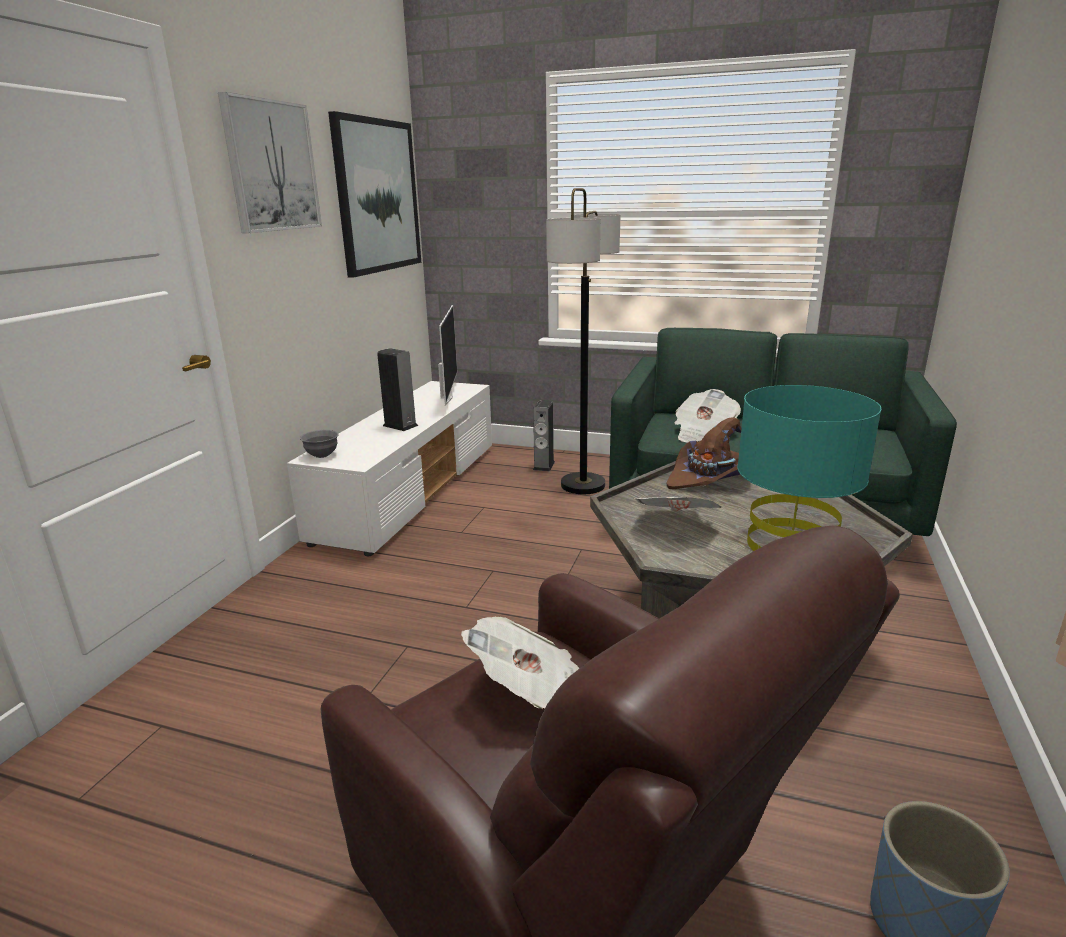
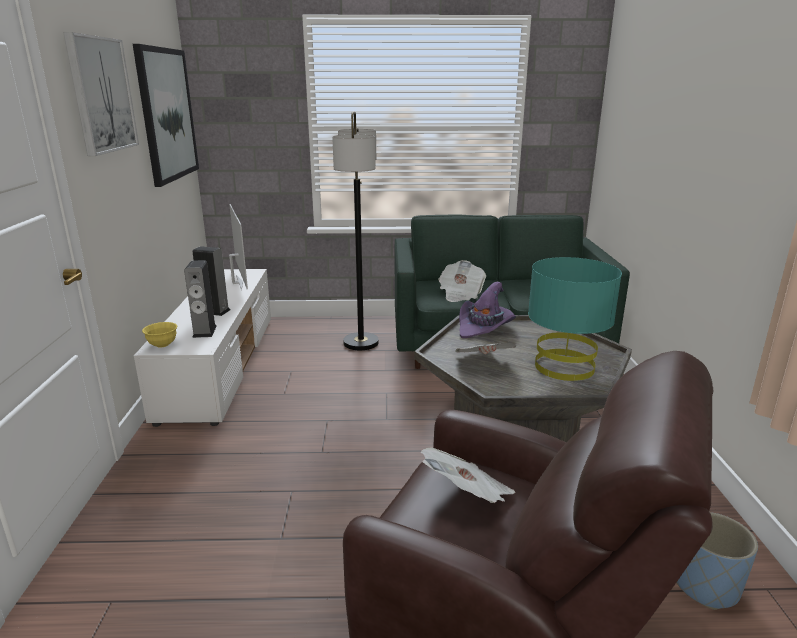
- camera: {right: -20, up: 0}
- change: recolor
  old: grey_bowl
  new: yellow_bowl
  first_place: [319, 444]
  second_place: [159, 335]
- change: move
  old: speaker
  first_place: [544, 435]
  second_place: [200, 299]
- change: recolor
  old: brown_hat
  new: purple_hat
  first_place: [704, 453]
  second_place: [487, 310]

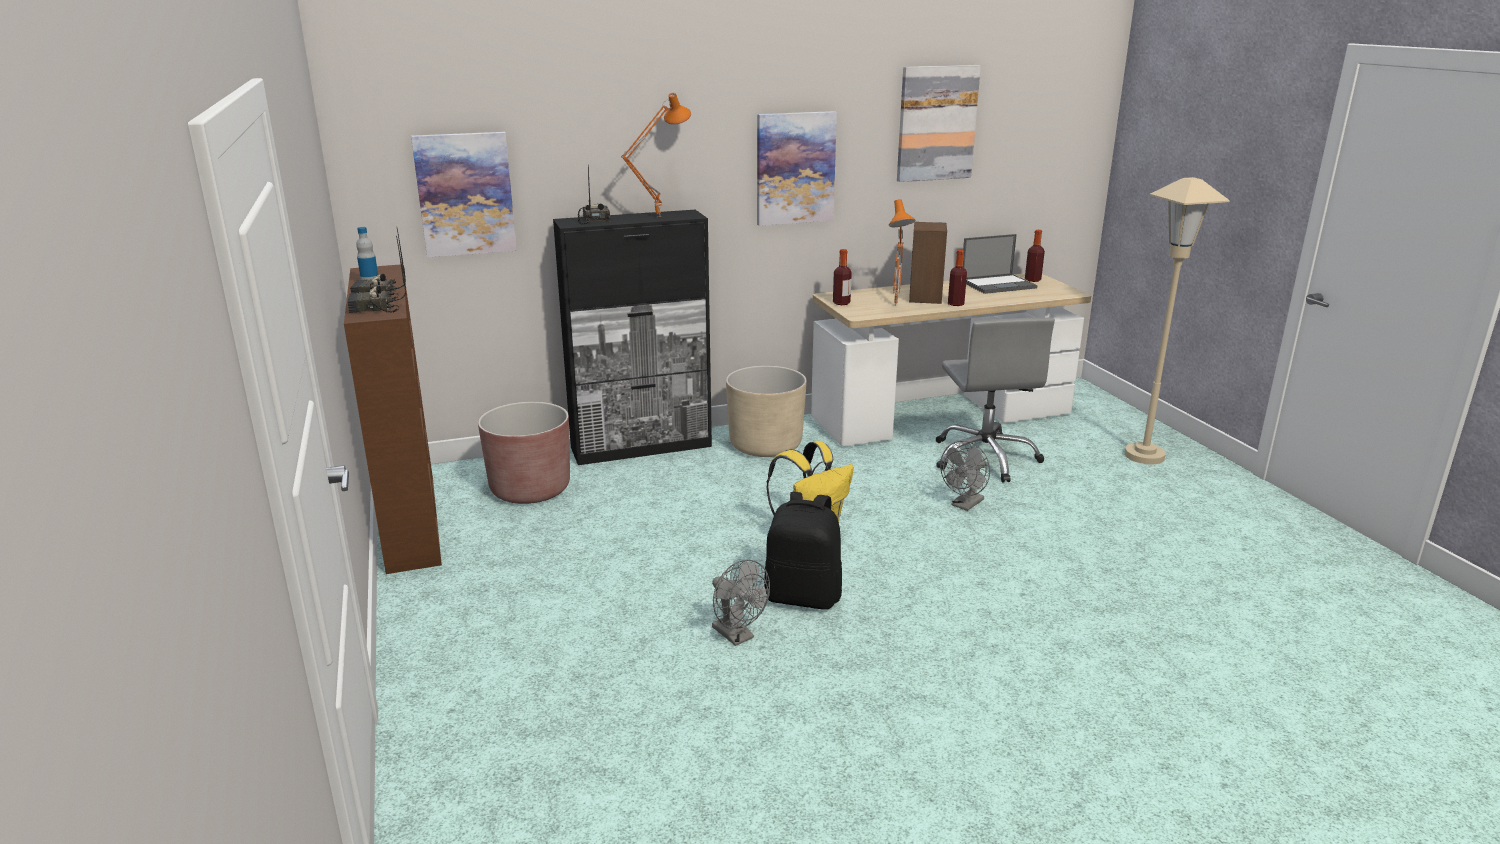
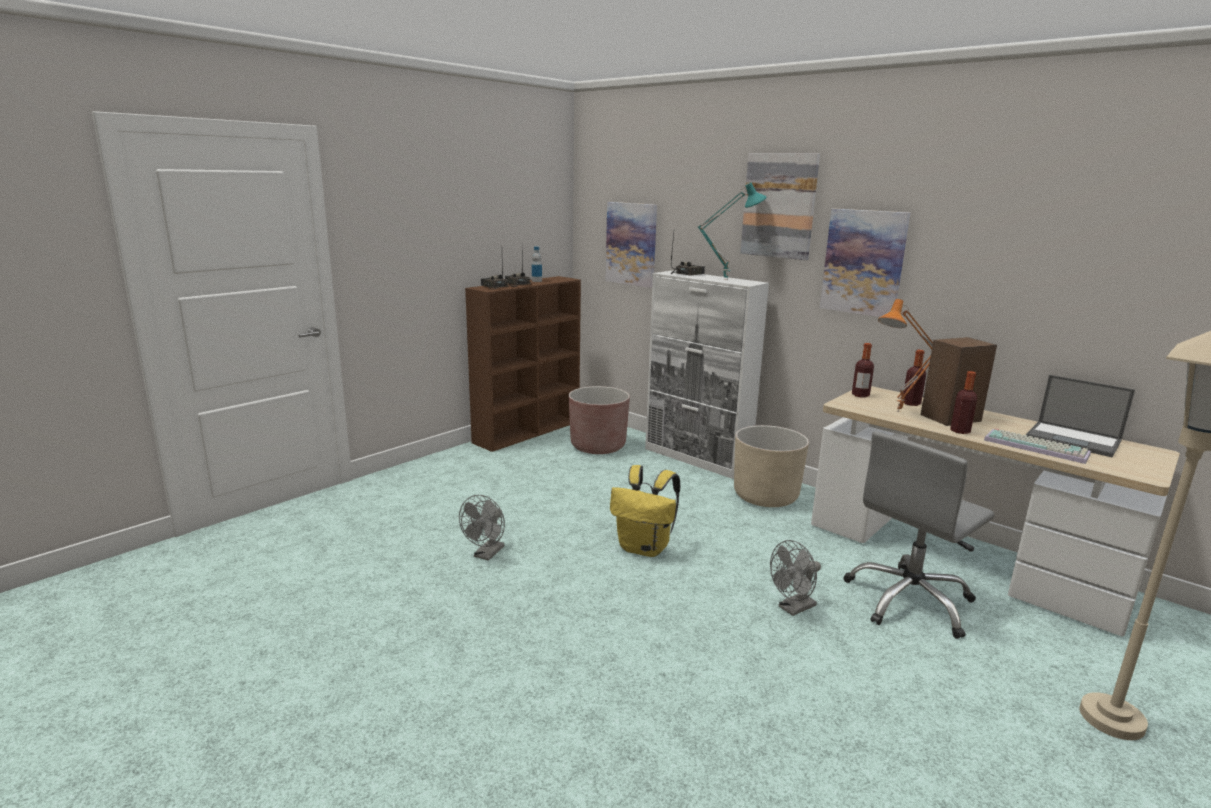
- camera: {right: 60, up: -5}
- change: recolor
  old: black_cabinet
  new: white_cabinet
  first_place: [632, 337]
  second_place: [707, 374]
- change: recolor
  old: orange_table_lamp
  new: turquoise_table_lamp
  first_place: [656, 155]
  second_place: [732, 230]
- change: move
  old: picture
  first_place: [939, 123]
  second_place: [780, 206]
- change: rotate
  old: grey_fan
  first_place: [965, 476]
  second_place: [795, 578]
  degrees: -45
- change: move
  old: bottle
  first_place: [1035, 256]
  second_place: [914, 378]
- change: insert
  new: keyboard
  second_place: [1037, 446]
- change: delete
  old: black_backpack
  first_place: [803, 551]

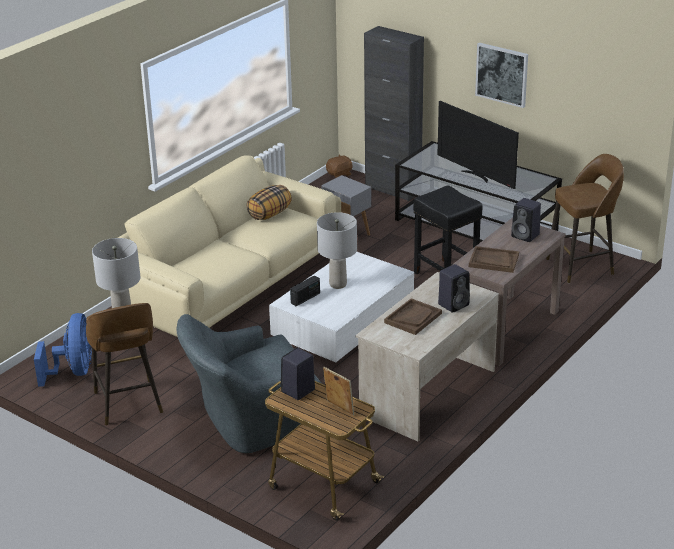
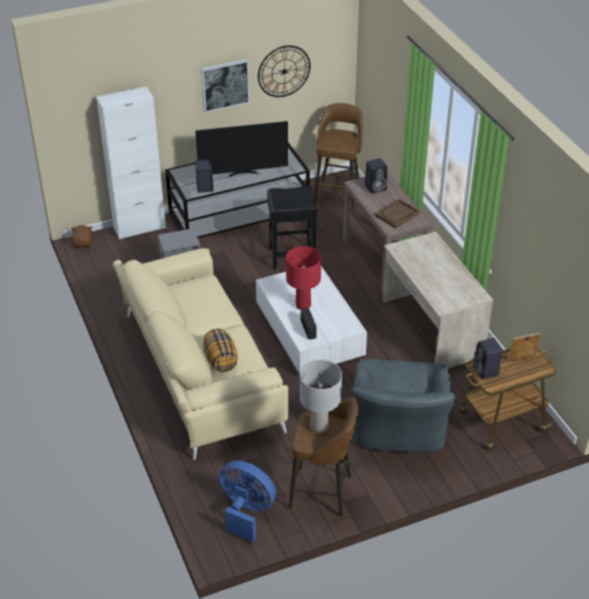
- camera: {right: -60, up: 10}
- change: recolor
  old: black_cabinet
  new: white_cabinet
  first_place: [394, 113]
  second_place: [131, 163]
- change: move
  old: black_speaker
  first_place: [454, 288]
  second_place: [204, 176]
- change: move
  old: pillow
  first_place: [269, 202]
  second_place: [220, 350]
- change: insert
  new: wall_clock
  second_place: [284, 71]
- change: recolor
  old: grey_table_lamp
  new: red_table_lamp
  first_place: [337, 250]
  second_place: [303, 278]
- change: delete
  old: brown_tray
  first_place: [413, 316]

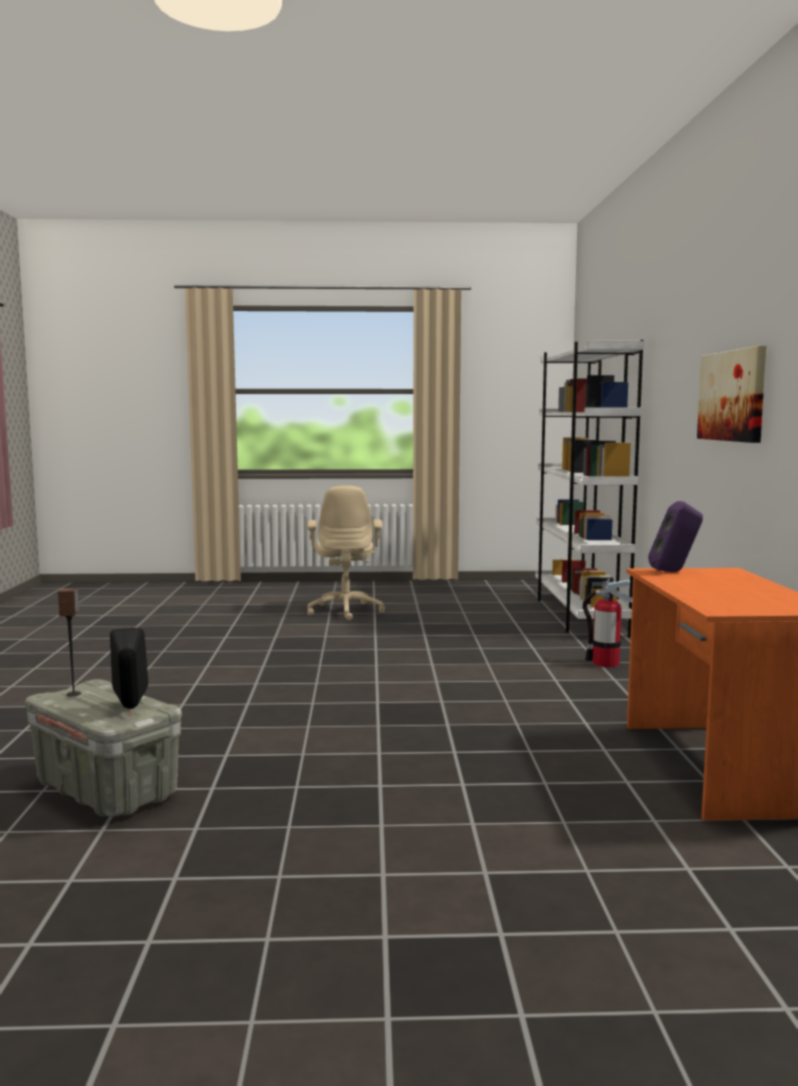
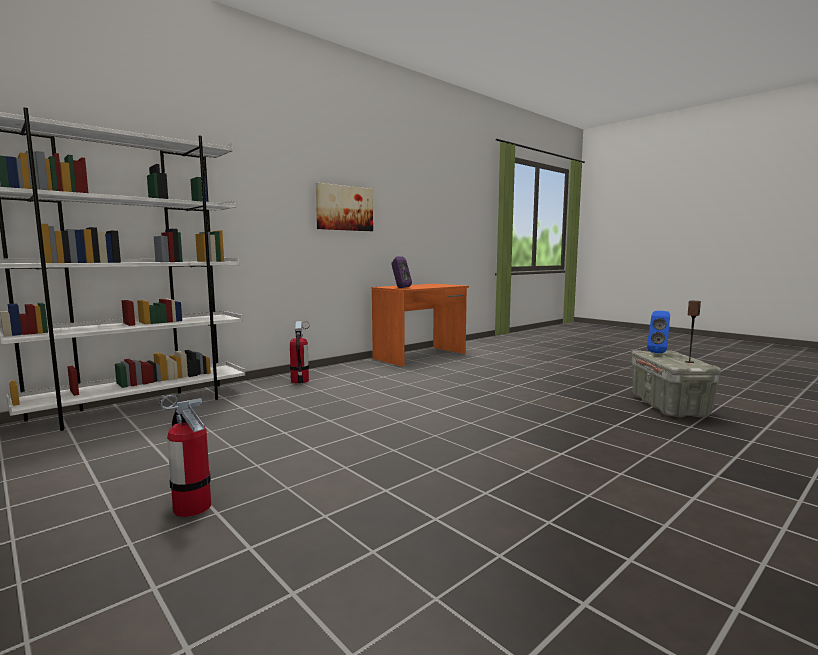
- camera: {right: -130, up: 0}
- change: replace
  old: beige_office_chair
  new: fire_extinguisher
  first_place: [346, 553]
  second_place: [185, 456]
- change: recolor
  old: black_speaker
  new: blue_speaker
  first_place: [129, 668]
  second_place: [658, 332]

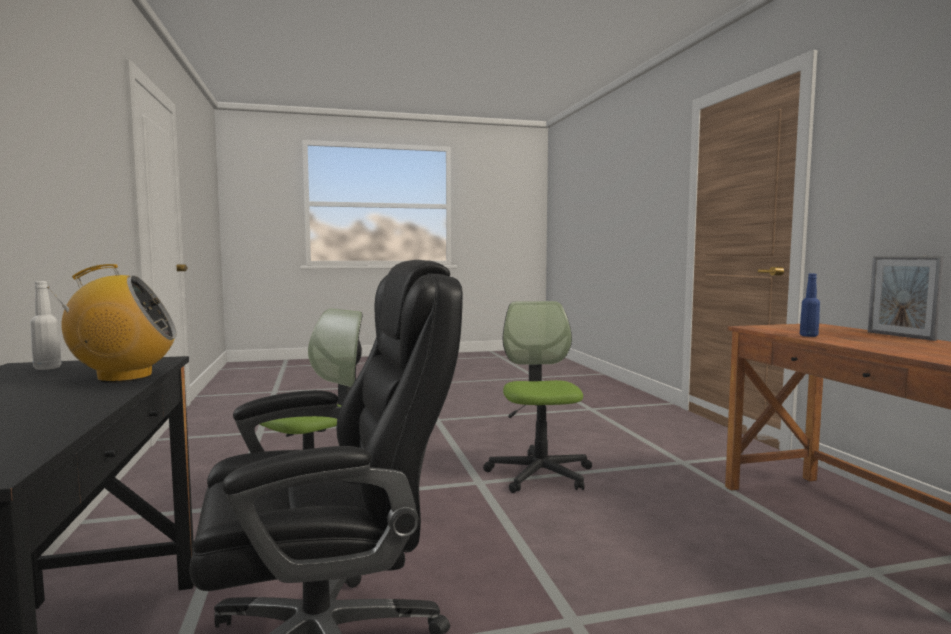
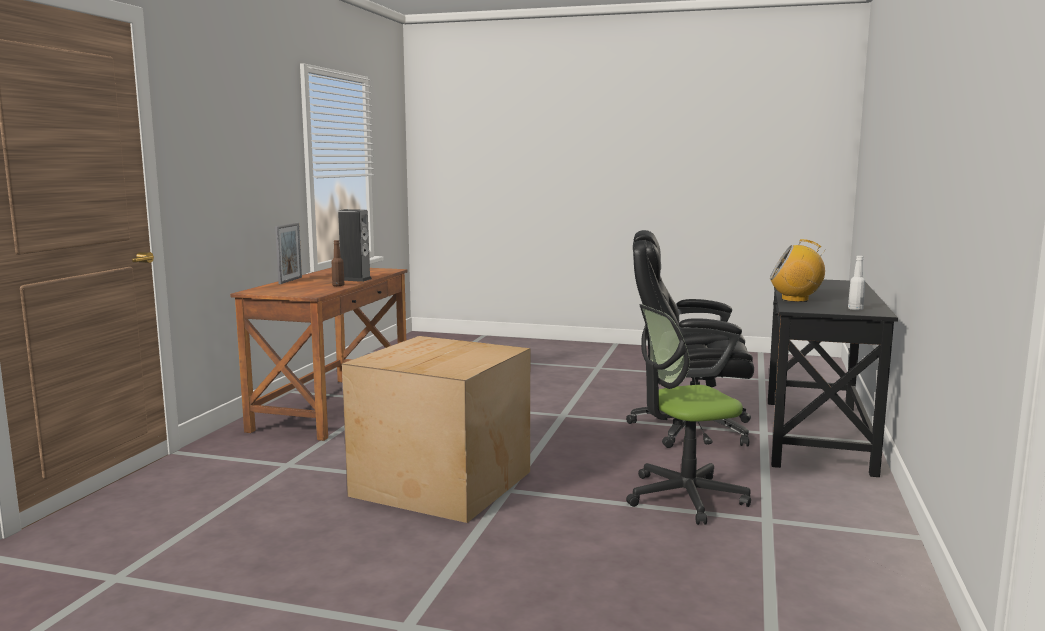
- camera: {right: -150, up: 5}
- change: recolor
  old: blue_bottle
  new: brown_bottle
  first_place: [810, 305]
  second_place: [338, 263]
- change: insert
  new: speaker
  second_place: [355, 245]
- change: replace
  old: office_chair
  new: cardboard_box
  first_place: [537, 397]
  second_place: [436, 429]

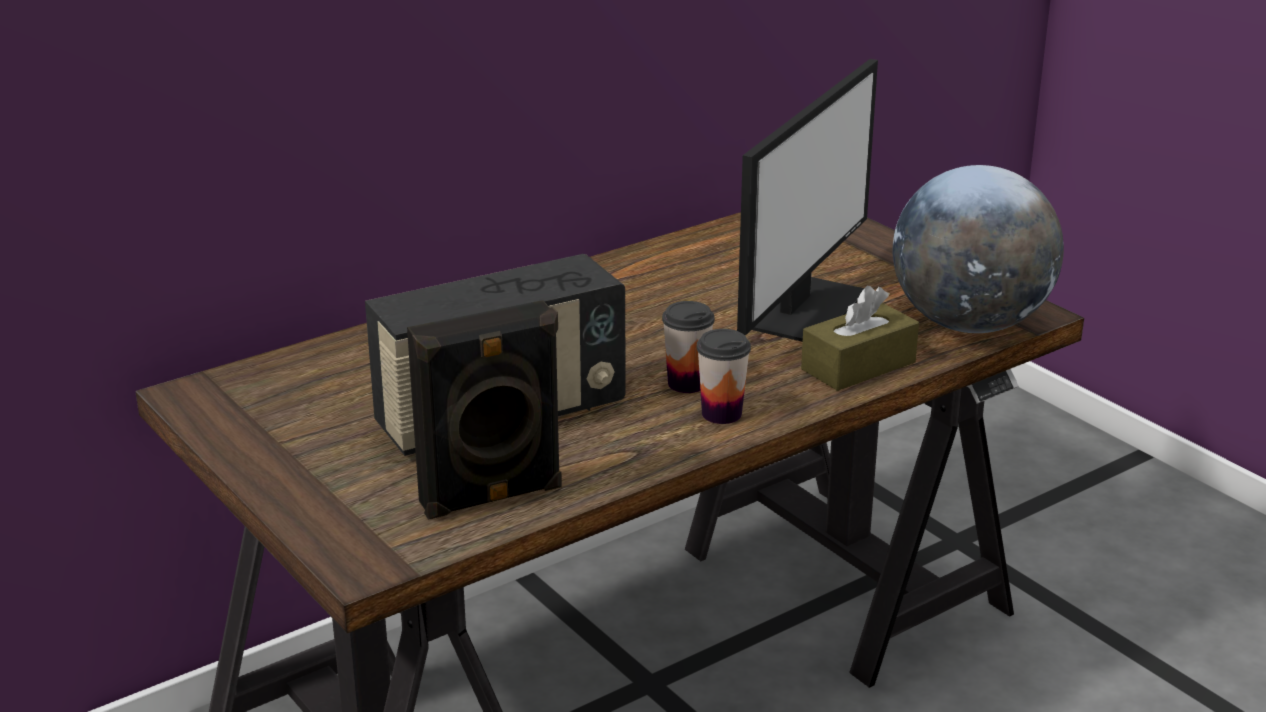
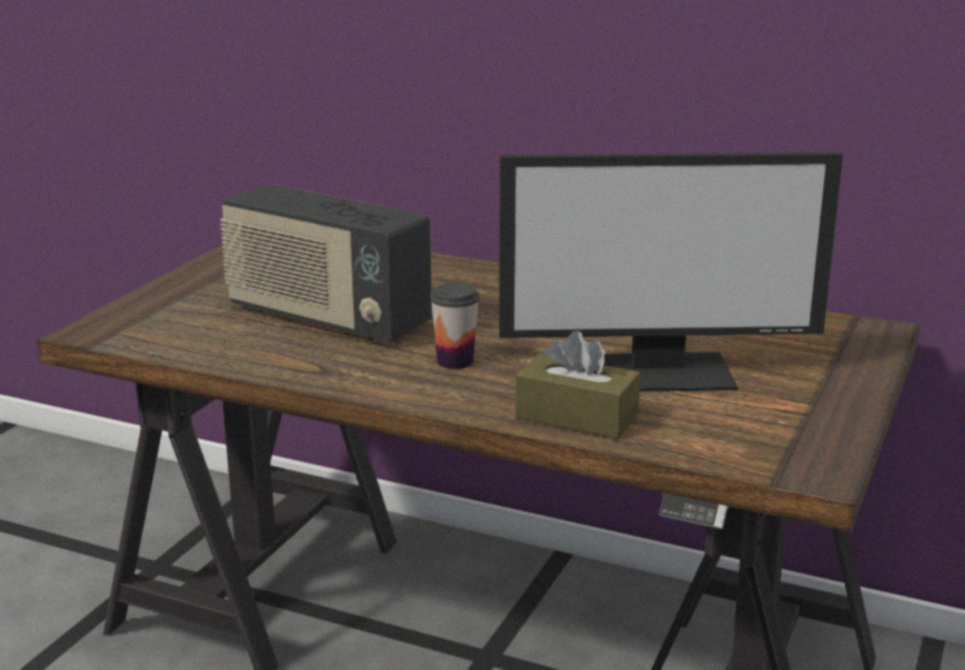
- camera: {right: 60, up: -5}
- change: delete
  old: black_speaker
  first_place: [484, 410]
- change: delete
  old: cup
  first_place: [724, 376]
- change: delete
  old: globe
  first_place: [978, 249]

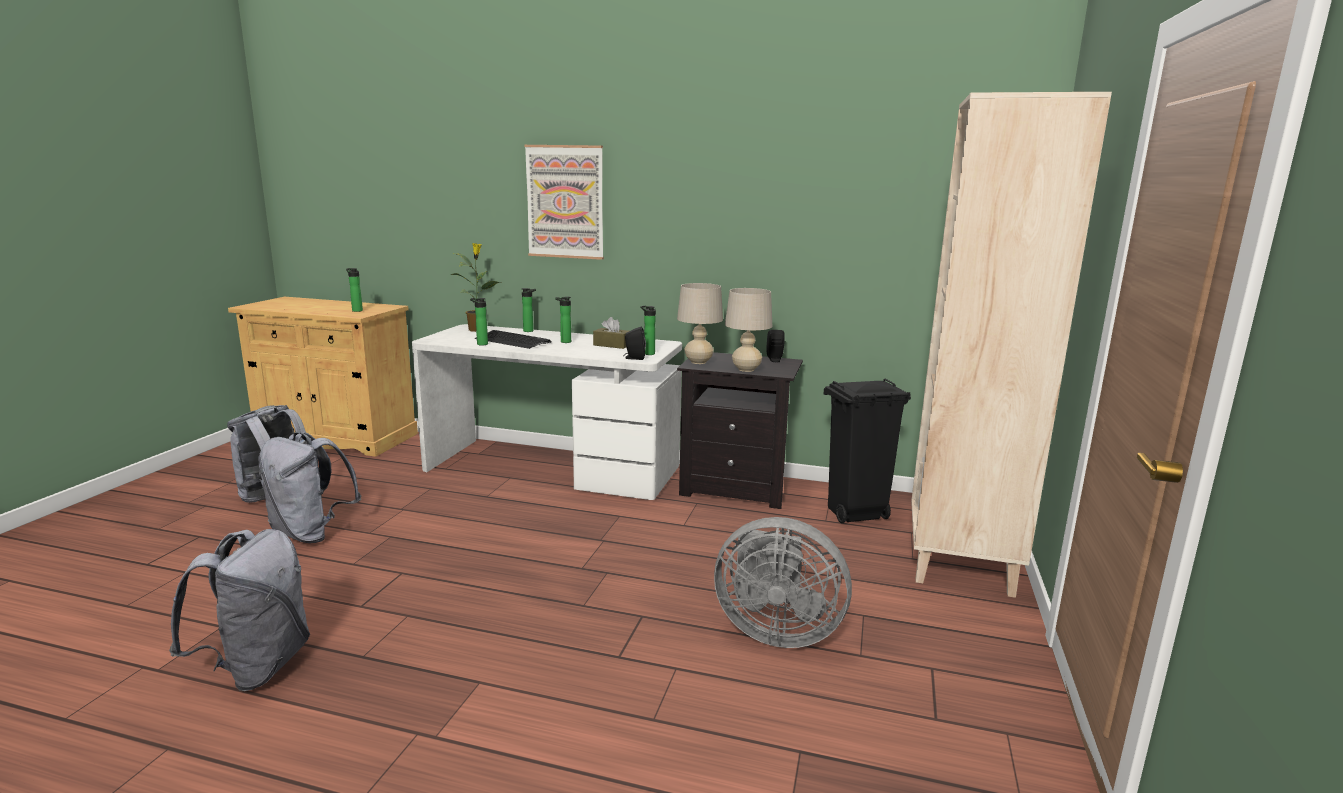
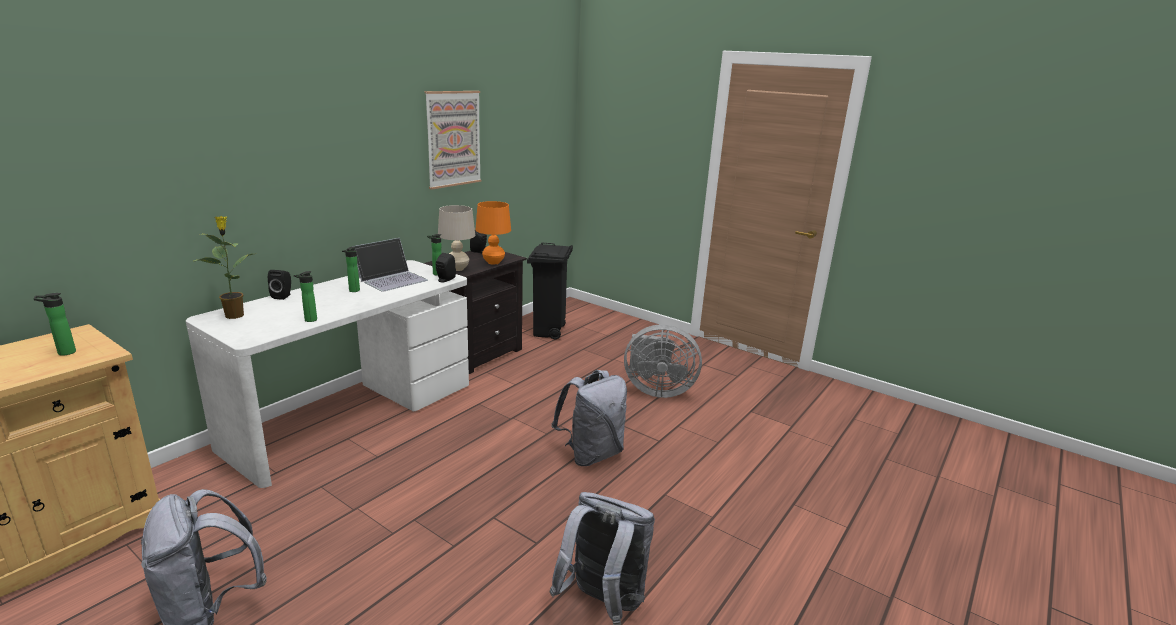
- camera: {right: -70, up: 5}
- change: replace
  old: bottle
  new: black_speaker
  first_place: [529, 310]
  second_place: [279, 285]
- change: replace
  old: brown_tissue_box
  new: laptop
  first_place: [611, 333]
  second_place: [390, 264]
- change: move
  old: picture
  first_place: [564, 202]
  second_place: [453, 140]
- change: recolor
  old: beige_table_lamp
  new: orange_table_lamp
  first_place: [748, 330]
  second_place: [493, 232]
- change: move
  old: grey_backpack
  first_place: [309, 487]
  second_place: [589, 418]
- change: rotate
  old: grey_fan
  first_place: [783, 582]
  second_place: [663, 361]
  degrees: 60
- change: delete
  old: keyboard
  first_place: [513, 339]
- change: delete
  old: beige_bookcase
  first_place: [1011, 345]

